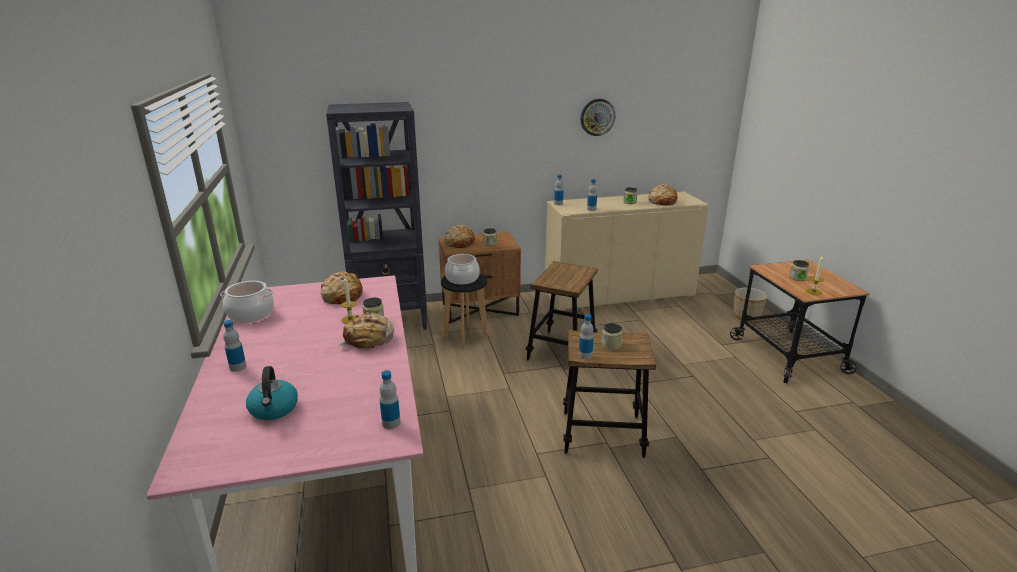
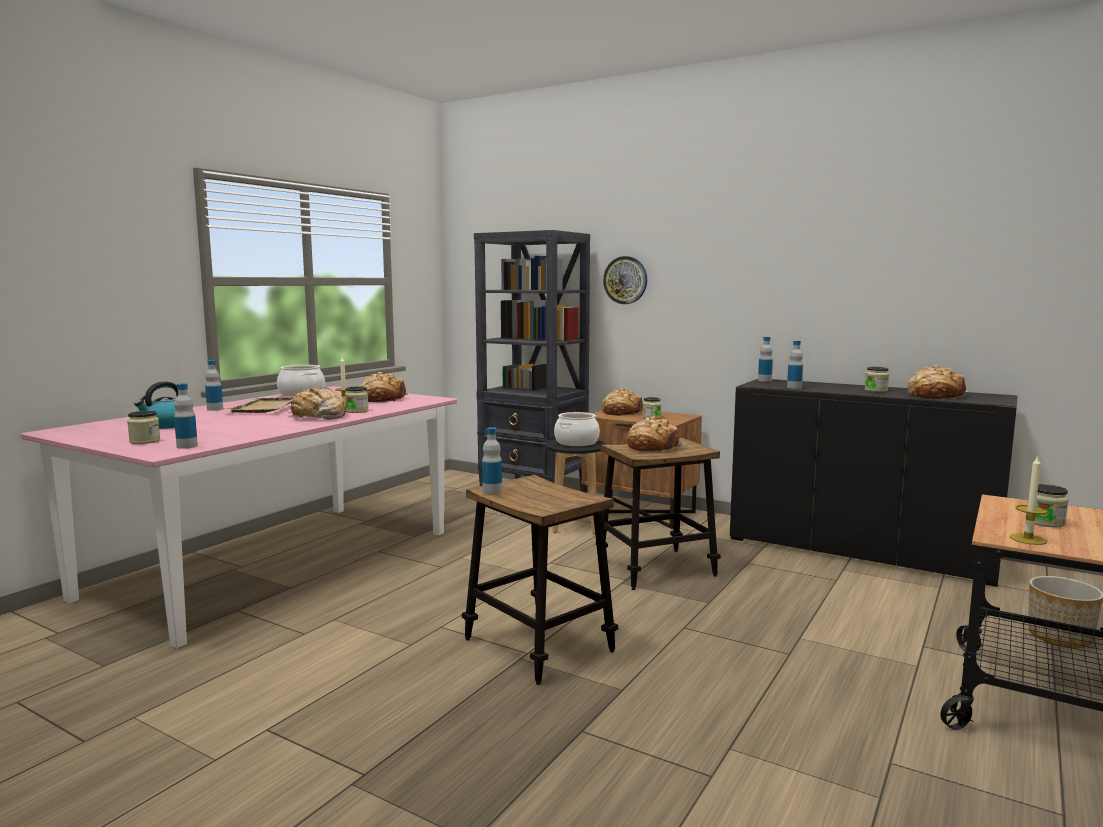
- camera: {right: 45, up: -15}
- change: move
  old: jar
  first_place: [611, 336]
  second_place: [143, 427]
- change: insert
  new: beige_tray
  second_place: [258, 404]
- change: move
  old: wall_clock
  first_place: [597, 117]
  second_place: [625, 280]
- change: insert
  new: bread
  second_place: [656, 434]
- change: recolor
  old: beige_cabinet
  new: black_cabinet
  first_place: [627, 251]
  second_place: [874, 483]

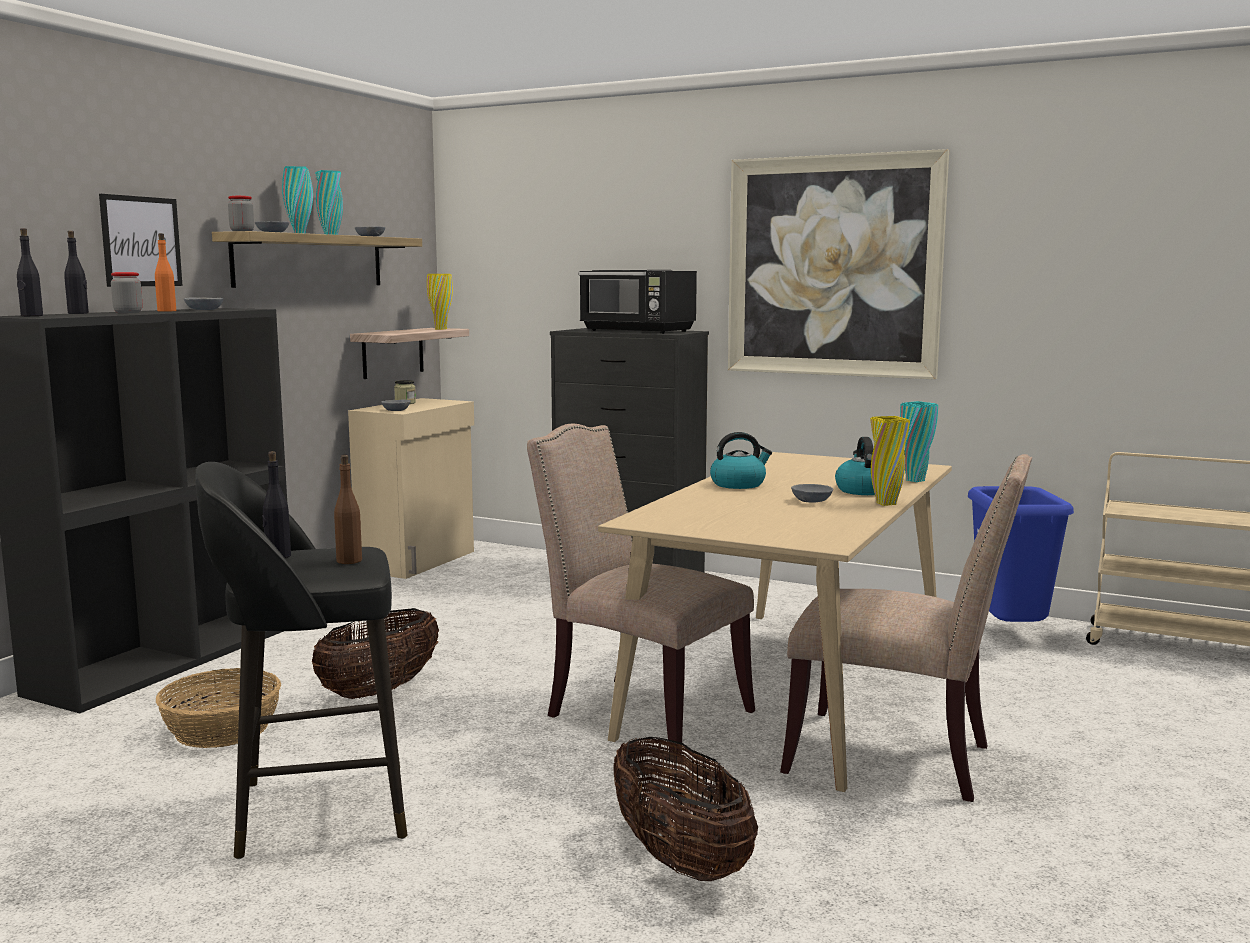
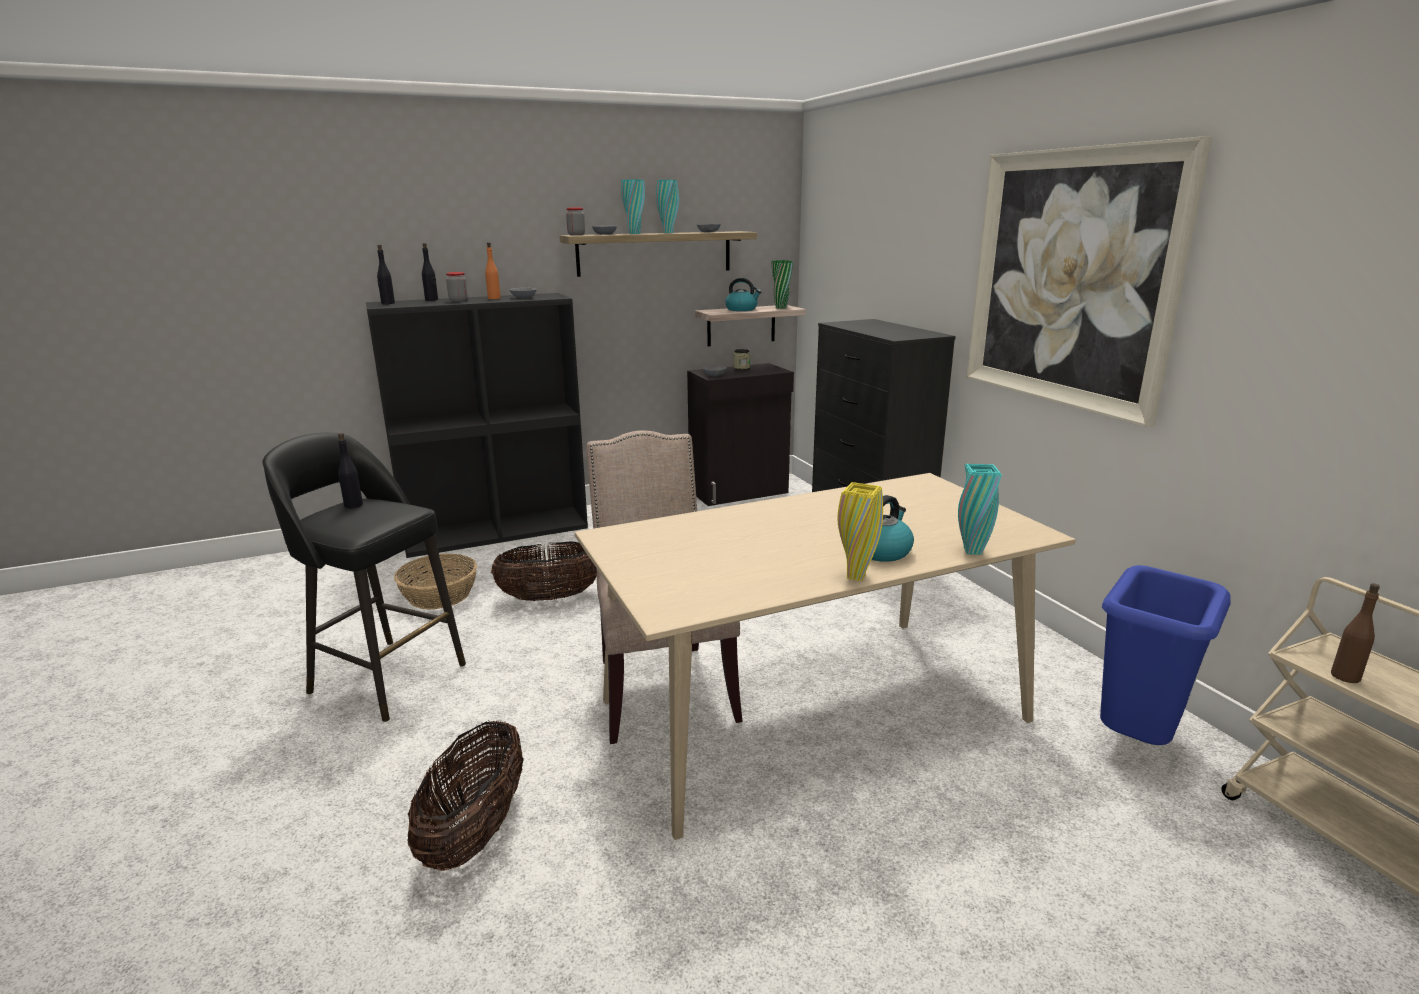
- camera: {right: 40, up: 10}
- change: recolor
  old: beige_cabinet
  new: black_cabinet
  first_place: [411, 488]
  second_place: [740, 434]
- change: move
  old: kettle
  first_place: [741, 460]
  second_place: [743, 294]
- change: recolor
  old: yellow_vase
  new: green_vase
  first_place: [440, 301]
  second_place: [782, 284]
- change: move
  old: brown_bottle
  first_place: [348, 509]
  second_place: [1355, 633]
- change: delete
  old: picture
  first_place: [141, 240]
- change: delete
  old: black_microwave
  first_place: [638, 302]
- change: delete
  old: beige_chair
  first_place: [906, 628]
- change: delete
  old: grey_bowl
  first_place: [812, 493]

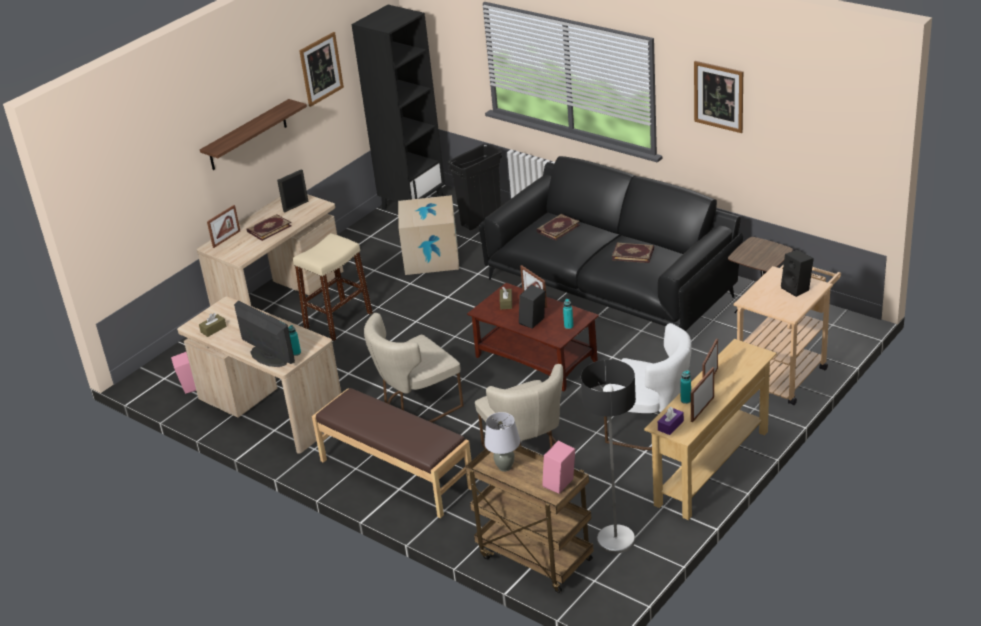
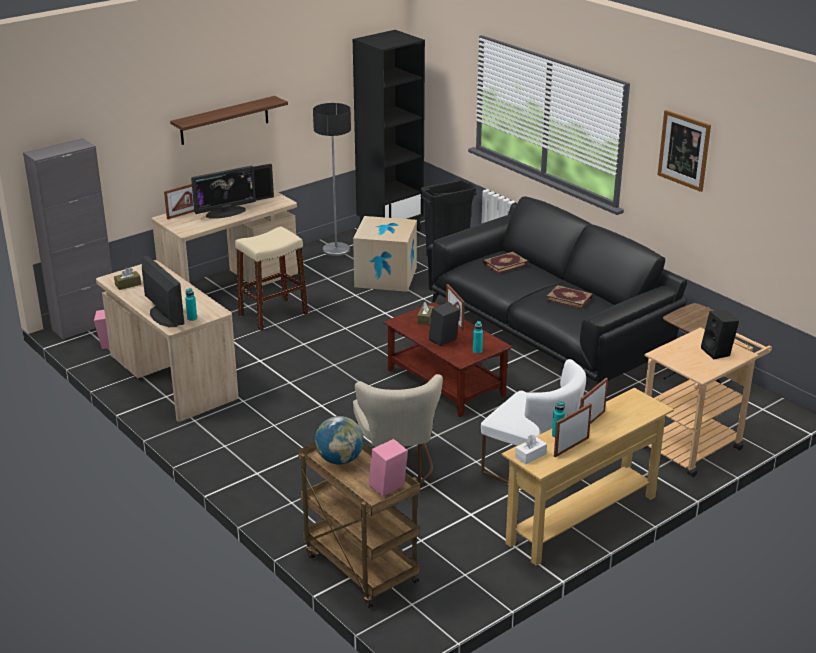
- camera: {right: 10, up: -5}
- change: insert
  new: grey_cabinet
  second_place: [67, 239]
- change: replace
  old: book
  new: monitor
  first_place: [269, 227]
  second_place: [223, 192]
- change: move
  old: floor_lamp
  first_place: [608, 456]
  second_place: [332, 179]
- change: replace
  old: grey_table_lamp
  new: globe
  first_place: [502, 441]
  second_place: [339, 440]
- change: recolor
  old: purple_tissue_box
  new: white_tissue_box
  first_place: [671, 421]
  second_place: [531, 450]
- change: delete
  old: picture
  first_place: [321, 69]
- change: delete
  old: brown_bench
  first_place: [392, 453]
- change: delete
  old: beige_chair
  first_place: [414, 367]

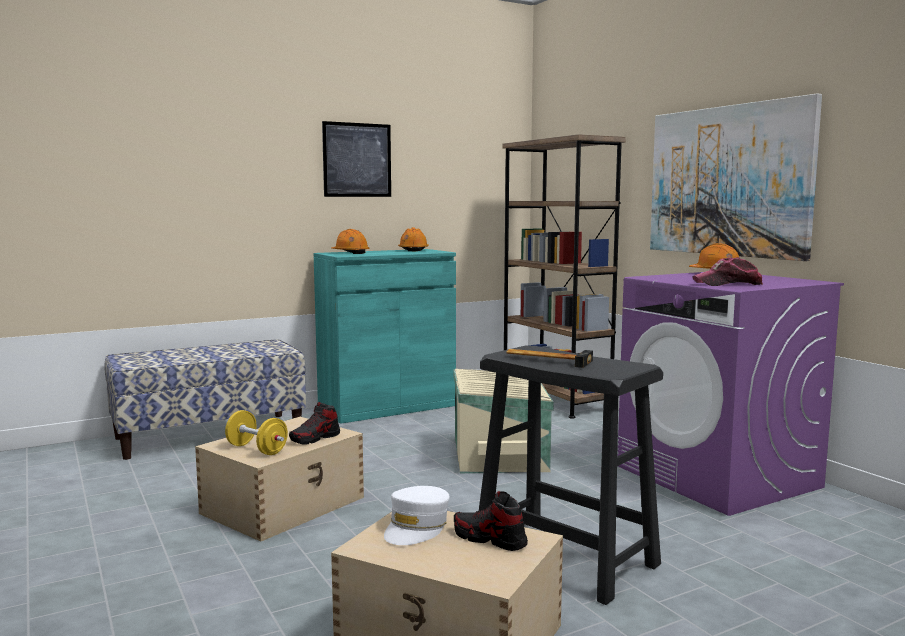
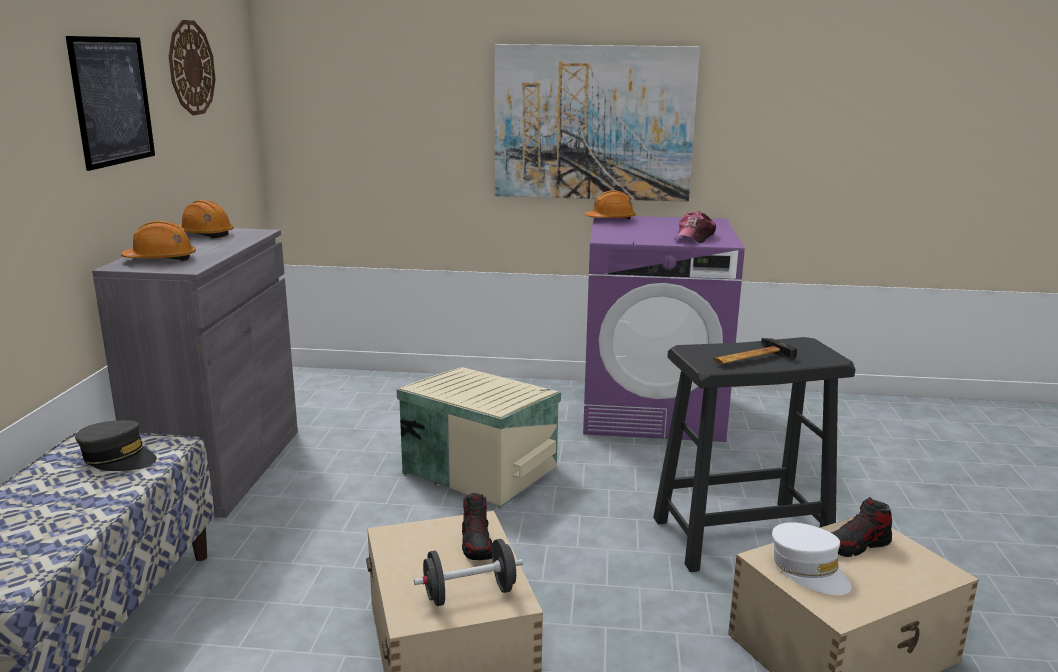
- camera: {right: -55, up: 10}
- change: insert
  new: grey_cap
  second_place: [116, 445]
- change: recolor
  old: turquoise_cabinet
  new: grey_cabinet
  first_place: [384, 336]
  second_place: [195, 373]
- change: insert
  new: wall_clock
  second_place: [192, 67]
- change: recolor
  old: yellow_dumbbell
  new: black_dumbbell
  first_place: [256, 432]
  second_place: [468, 572]
- change: delete
  old: brown_bookcase
  first_place: [564, 276]

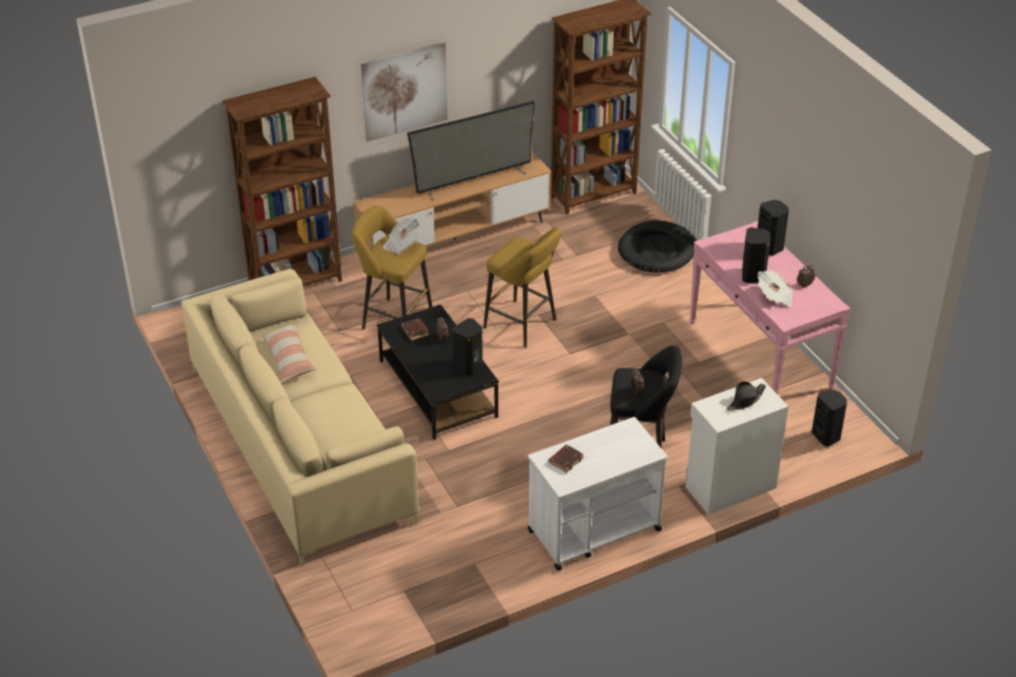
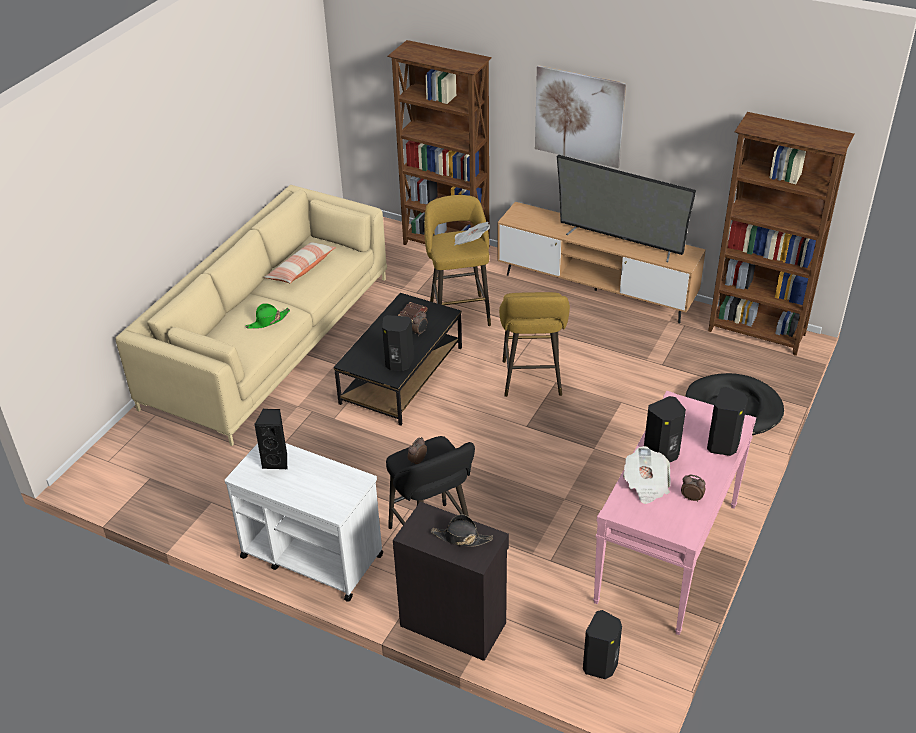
- camera: {right: 55, up: 0}
- change: insert
  new: green_hat
  second_place: [268, 316]
- change: replace
  old: brown_book
  new: black_speaker
  first_place: [566, 459]
  second_place: [270, 439]
- change: recolor
  old: white_cabinet
  new: black_cabinet
  first_place: [737, 446]
  second_place: [451, 581]

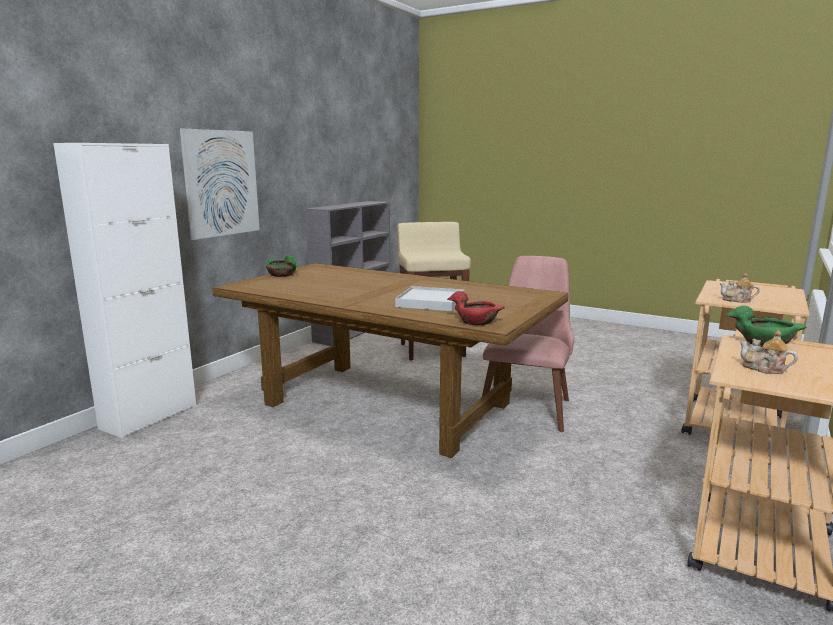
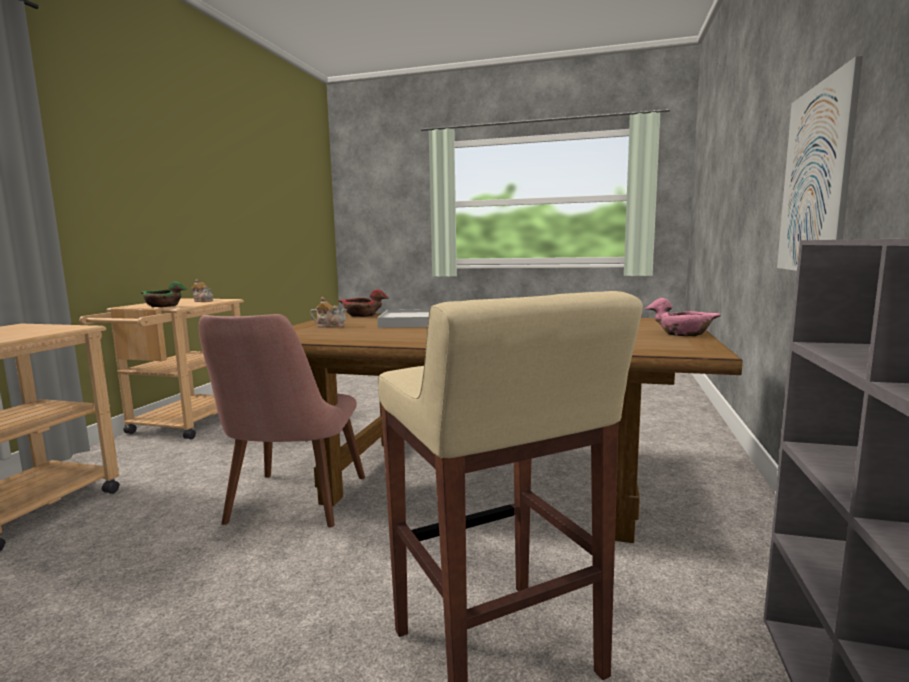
- camera: {right: 165, up: -5}
- change: move
  old: teapot
  first_place: [740, 288]
  second_place: [328, 312]
- change: recolor
  old: green_bowl
  new: pink_bowl
  first_place: [281, 266]
  second_place: [683, 317]
- change: delete
  old: white_cabinet
  first_place: [124, 290]

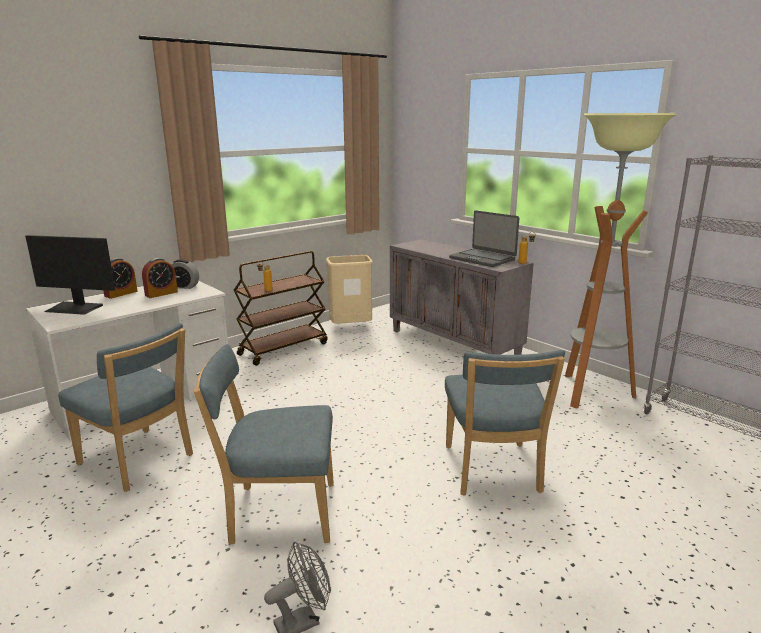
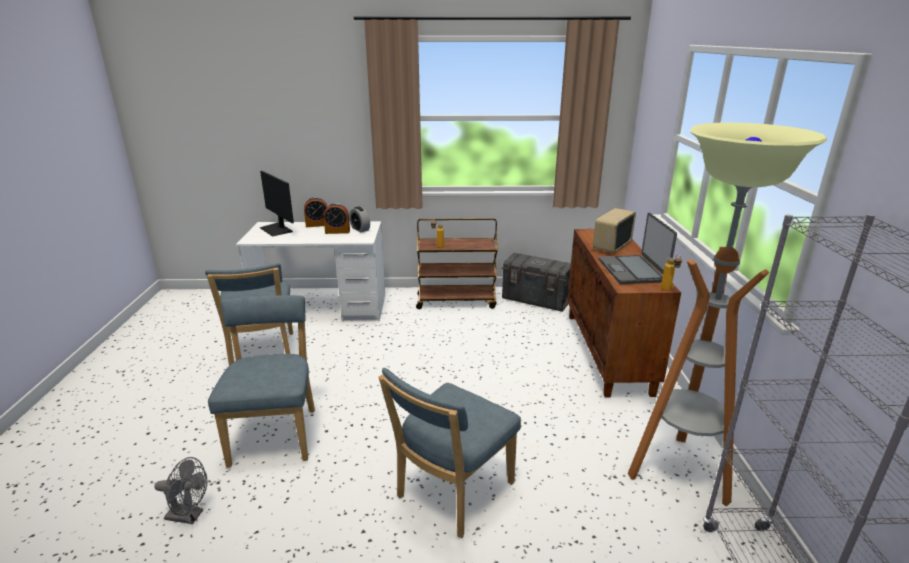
- camera: {right: 40, up: 5}
- change: rotate
  old: blue_chair
  first_place: [263, 444]
  second_place: [261, 381]
  degrees: 45
- change: replace
  old: beige_trash_can
  new: grey_storage_box
  first_place: [349, 289]
  second_place: [536, 282]
- change: recolor
  old: grey_cabinet
  new: brown_cabinet
  first_place: [462, 297]
  second_place: [624, 313]
- change: insert
  new: radio
  second_place: [614, 230]

